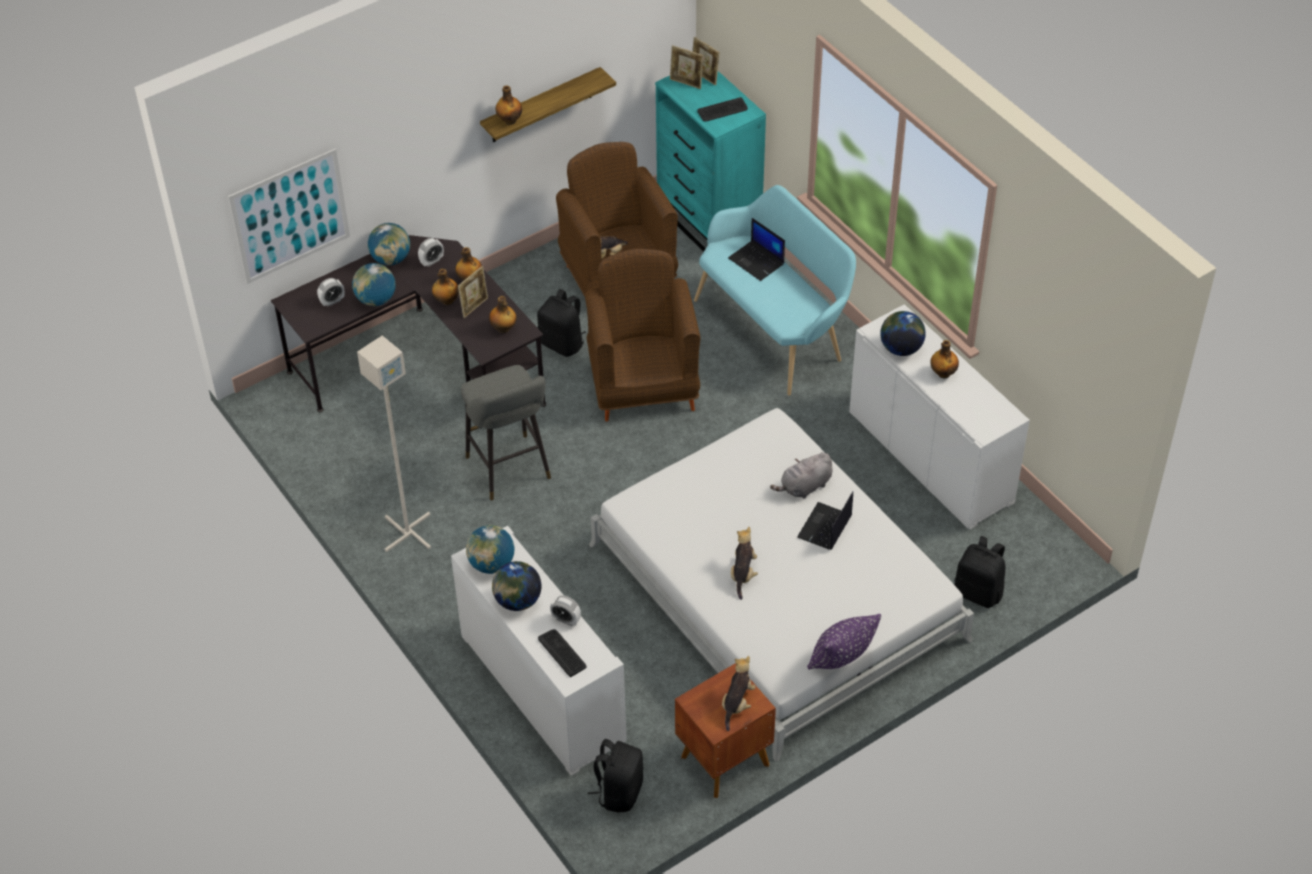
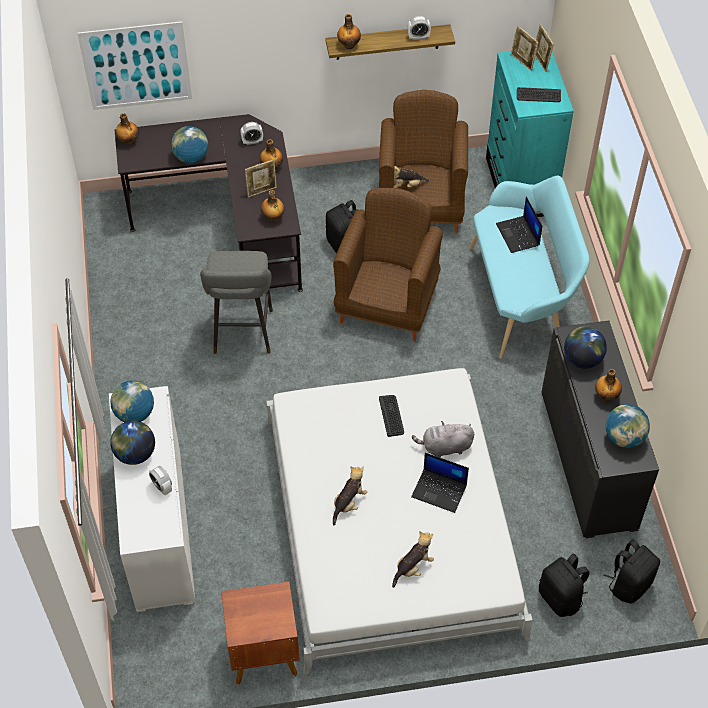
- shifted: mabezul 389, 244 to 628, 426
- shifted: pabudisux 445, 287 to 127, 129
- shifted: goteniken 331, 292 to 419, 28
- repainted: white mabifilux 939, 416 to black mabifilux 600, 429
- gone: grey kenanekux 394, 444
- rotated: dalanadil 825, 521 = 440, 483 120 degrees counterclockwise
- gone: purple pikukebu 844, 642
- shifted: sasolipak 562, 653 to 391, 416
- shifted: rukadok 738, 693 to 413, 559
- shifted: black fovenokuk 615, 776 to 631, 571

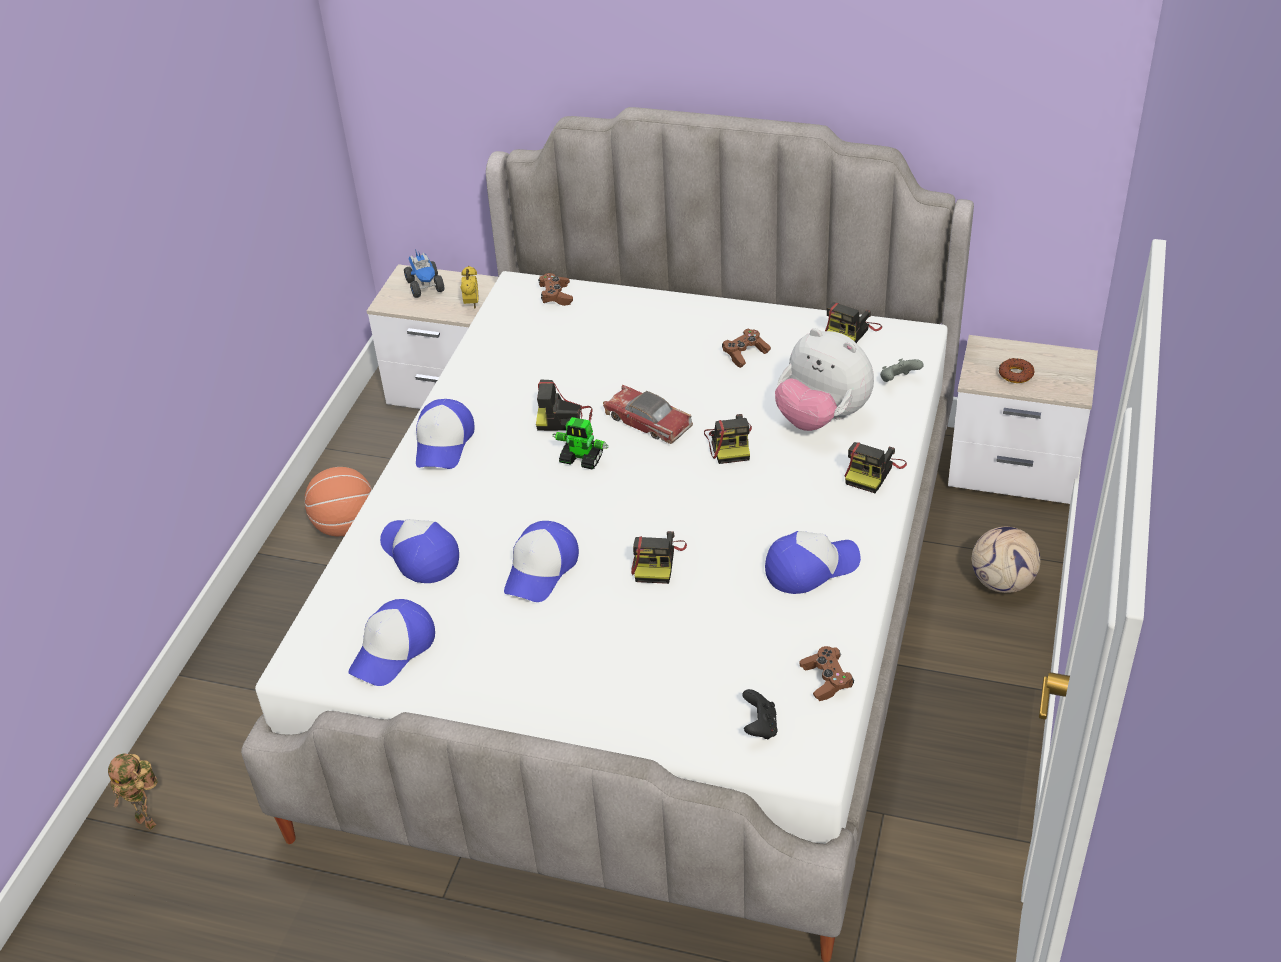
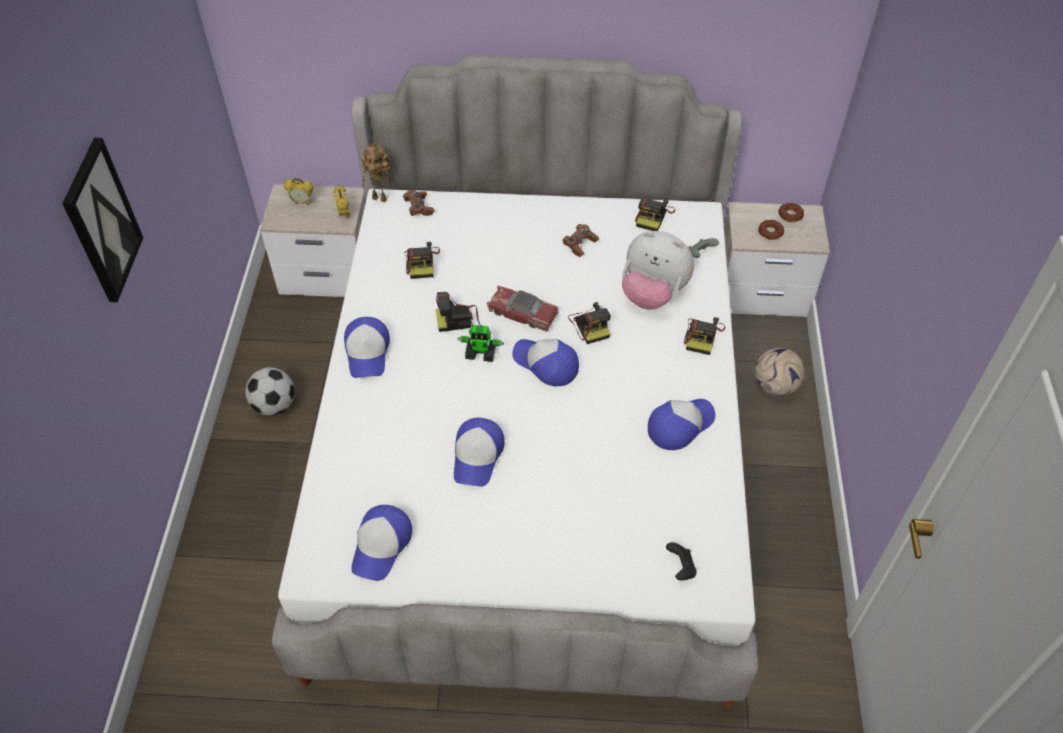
- swapped: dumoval 424, 273 to goteniken 299, 191
- swapped: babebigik 338, 502 to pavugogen 270, 391
- shifted: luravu 419, 551 to 545, 362
- shifted: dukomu 659, 557 to 422, 260
- gone: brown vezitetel 826, 673
- shifted: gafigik 132, 791 to 376, 173
- new: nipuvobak 102, 220
- new: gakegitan 791, 212

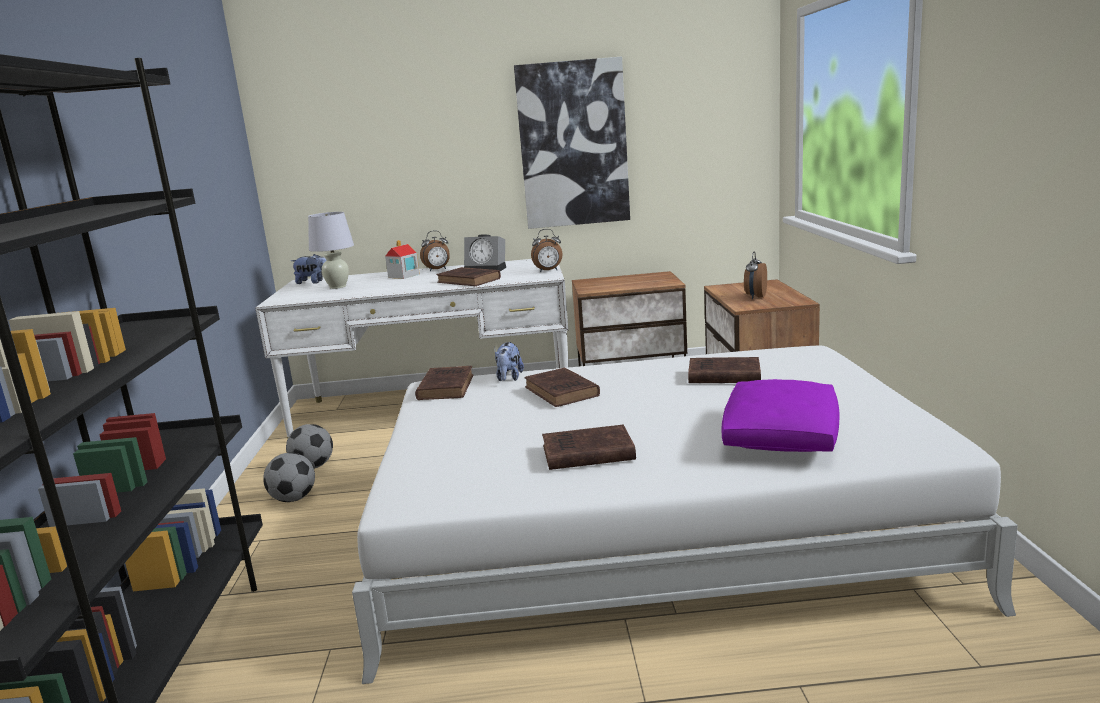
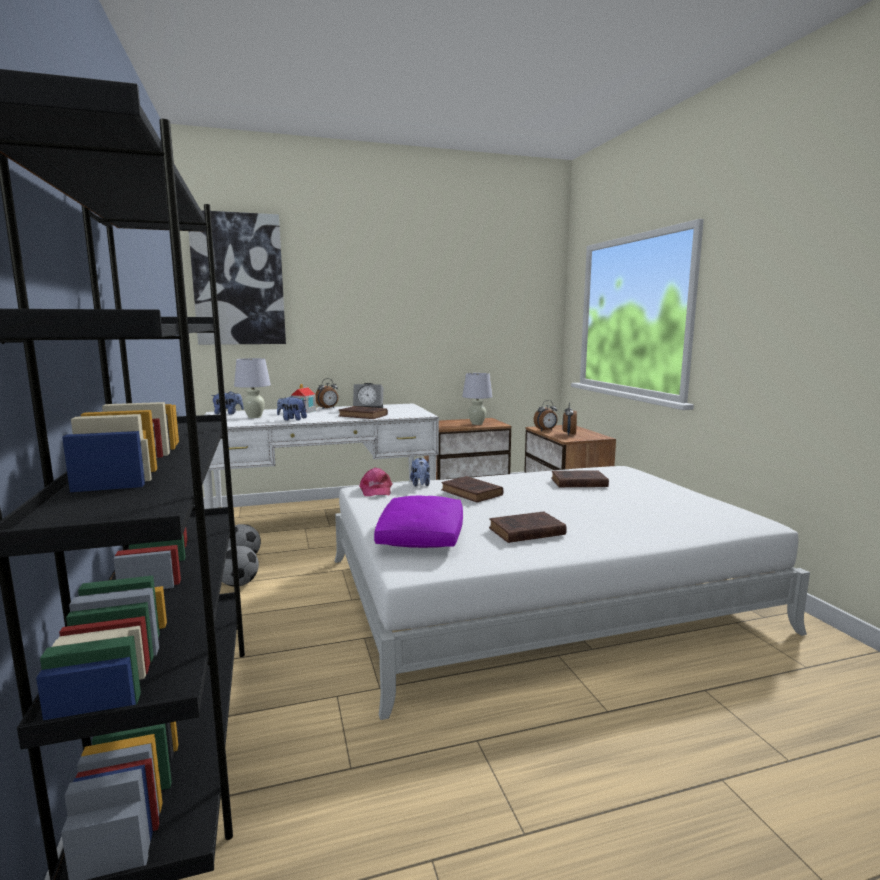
- shifted: nipuvobak 572, 142 to 237, 277
- shifted: goteniken 546, 250 to 545, 415
- swapped: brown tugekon 444, 383 to pink luravu 375, 482
- shifted: purple pikukebu 781, 415 to 418, 522
- new: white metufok 477, 399
- new: rukadok 292, 408

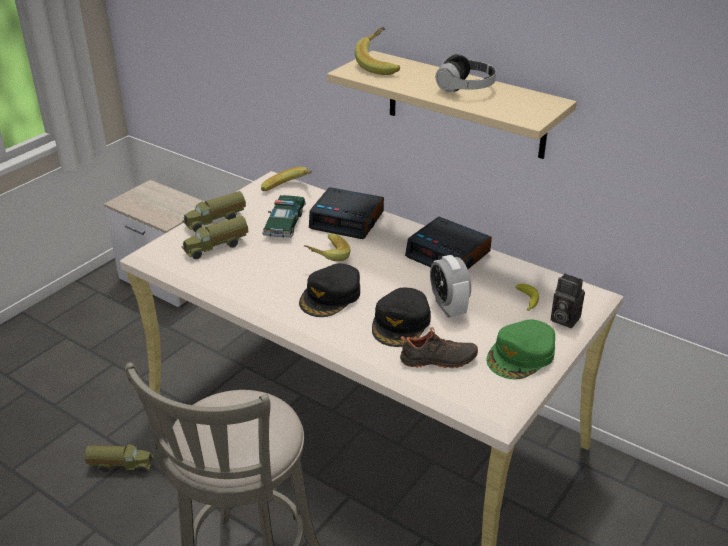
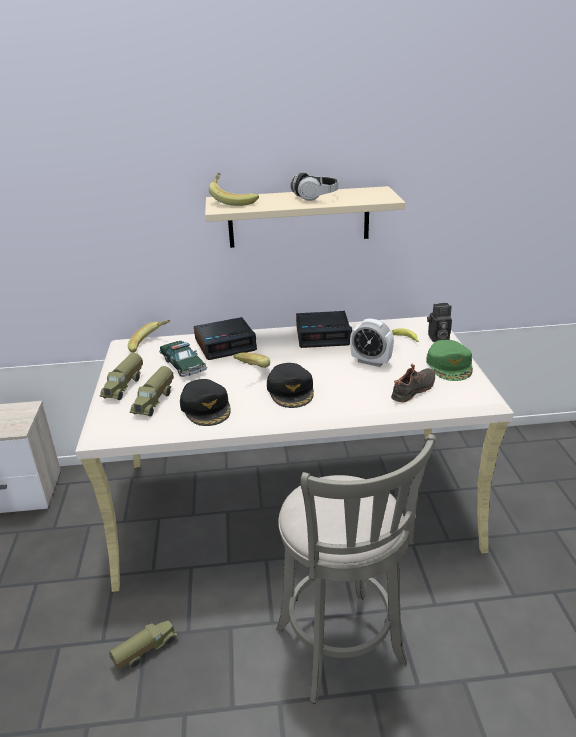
- shifted: black luravu 401, 317 to 205, 402

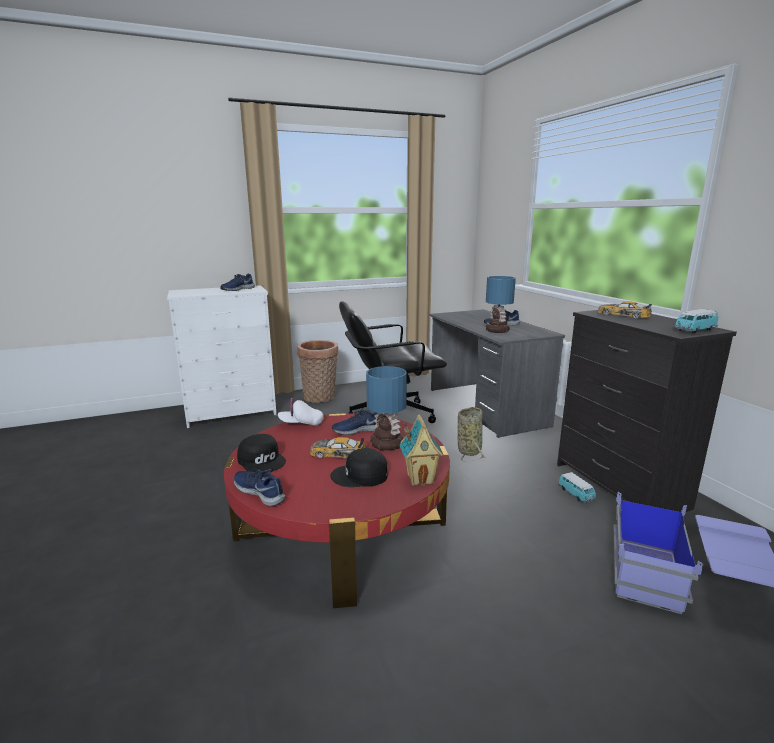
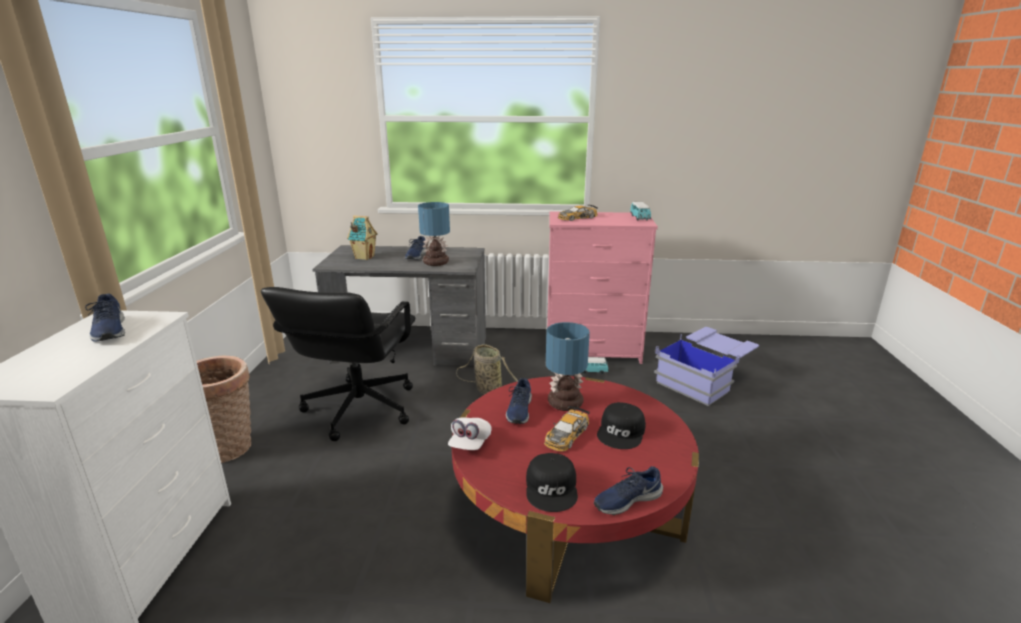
- repainted: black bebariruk 647, 411 to pink bebariruk 602, 288
- shifted: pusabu 422, 450 to 362, 237
- rotated: black luravu 261, 453 = 552, 482 105 degrees clockwise

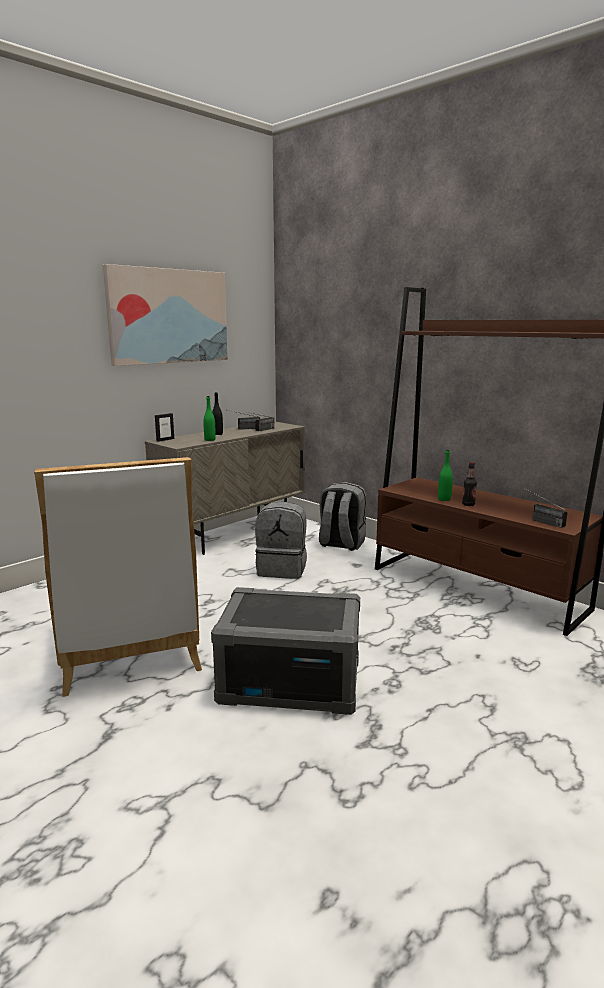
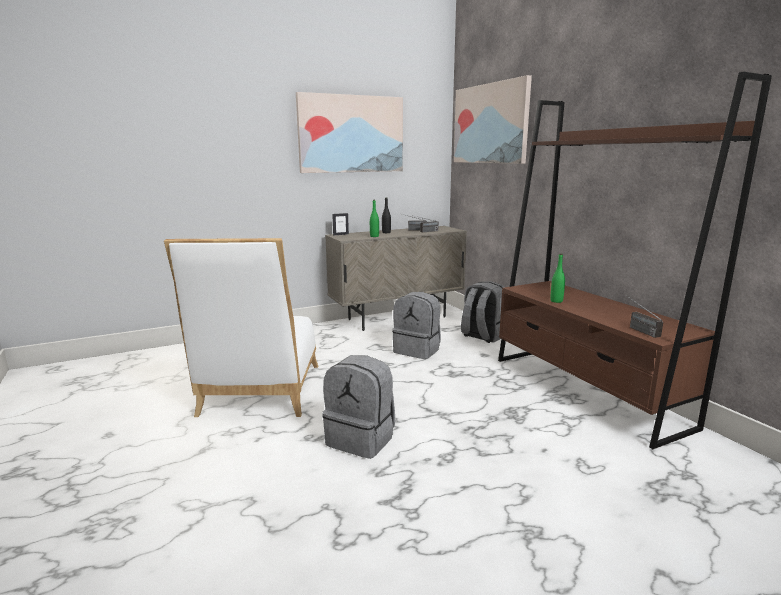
- gone: pabudisux 469, 484
- swapped: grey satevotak 285, 651 to grey fovenokuk 358, 407
- new: nipuvobak 493, 119

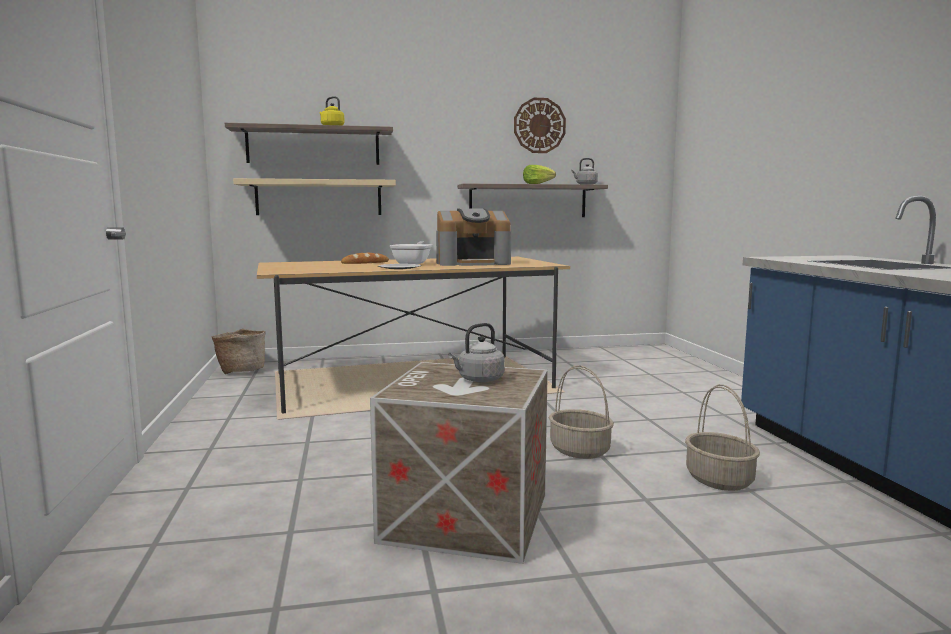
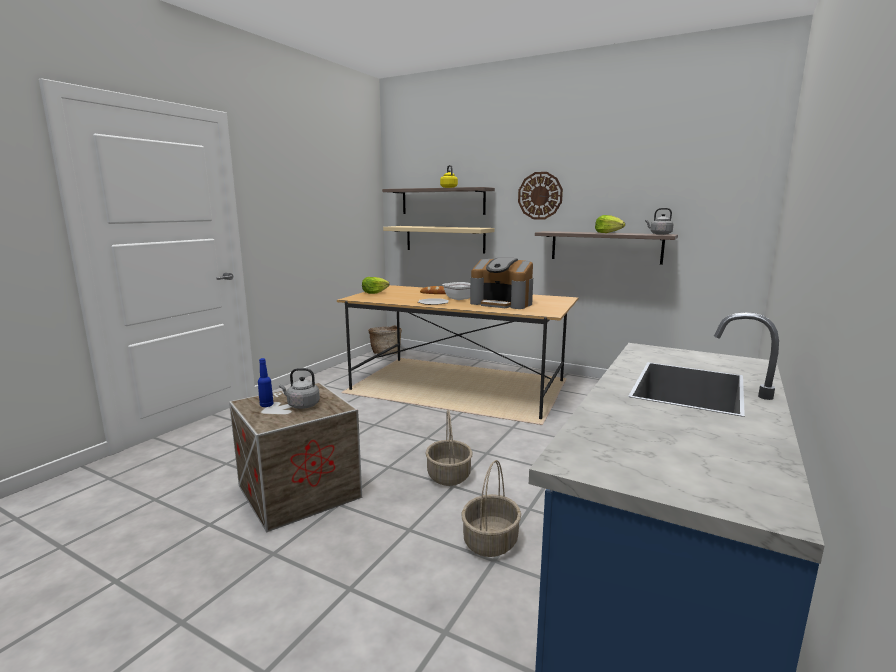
- shifted: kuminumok 540, 125 to 540, 196
- new: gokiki 375, 285
- new: blue pabudisux 265, 382

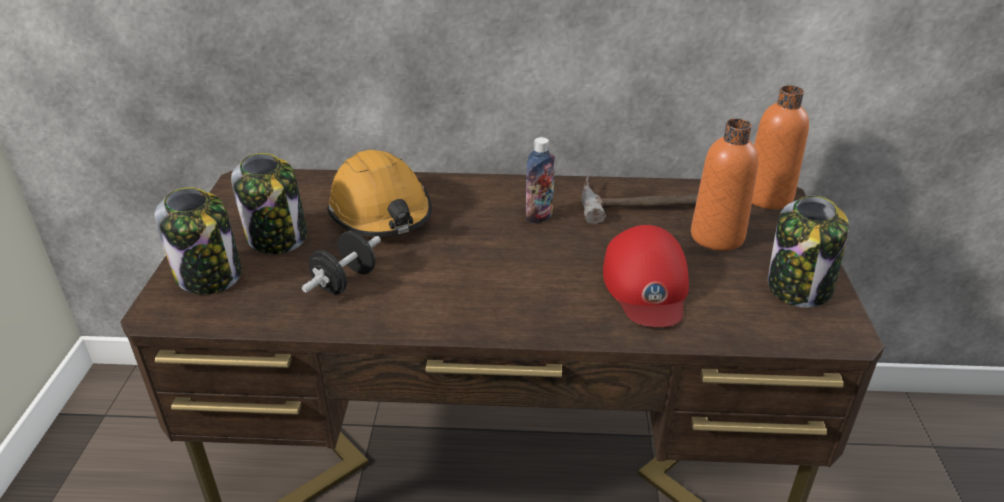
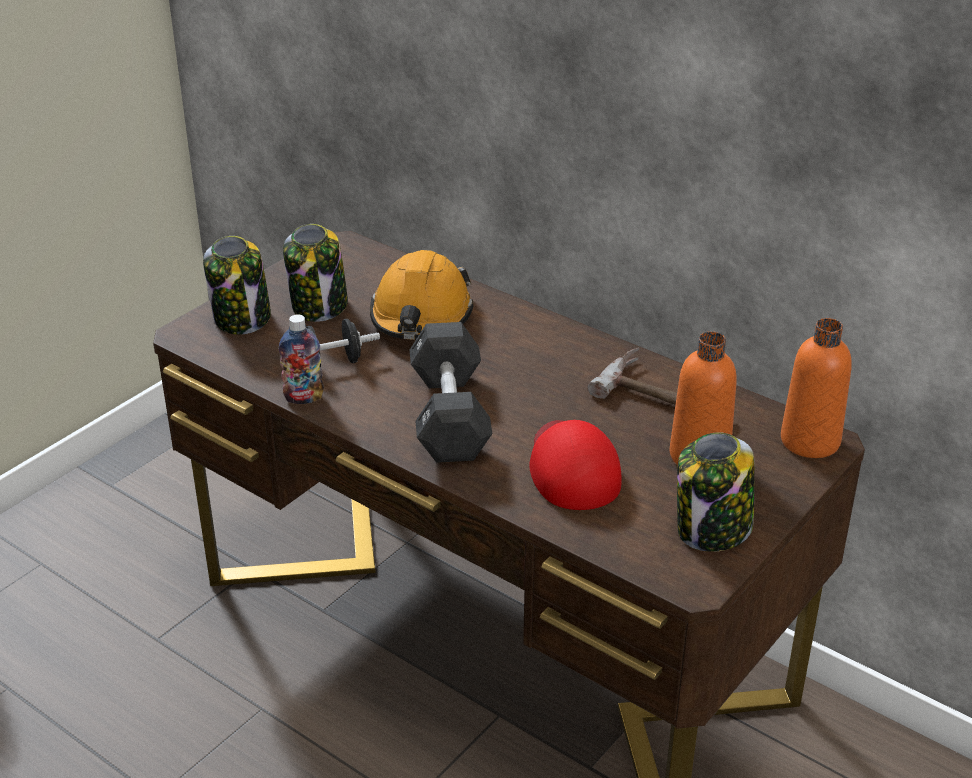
- shifted: pabudisux 540, 180 to 301, 359
- rotated: red luravu 646, 276 = 575, 465 135 degrees clockwise
- new: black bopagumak 451, 392

